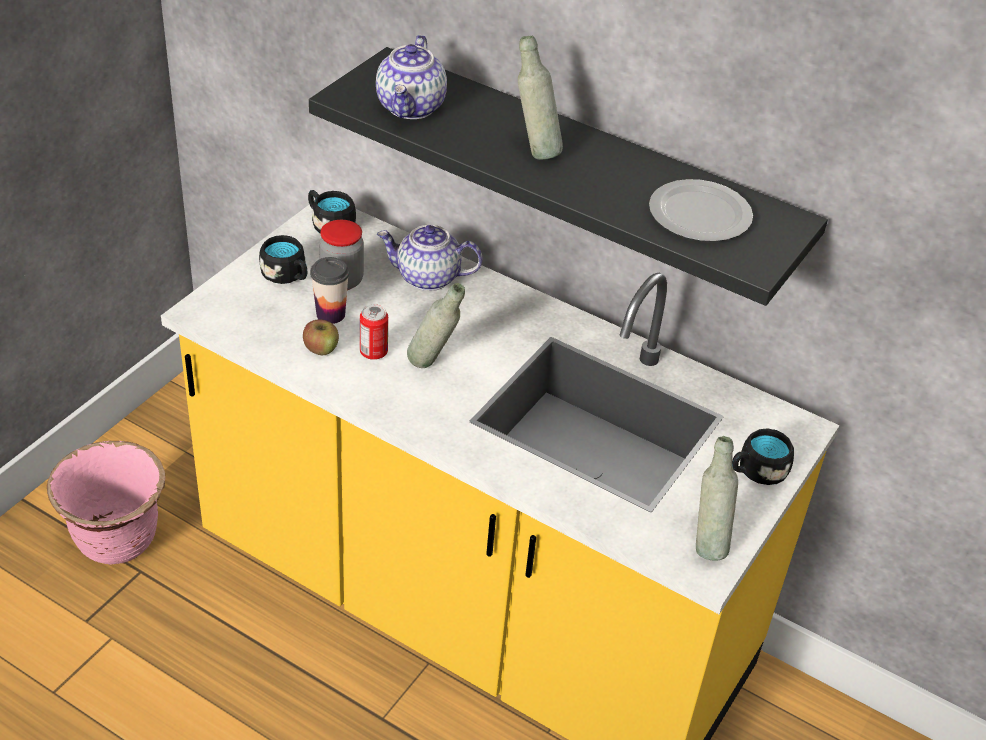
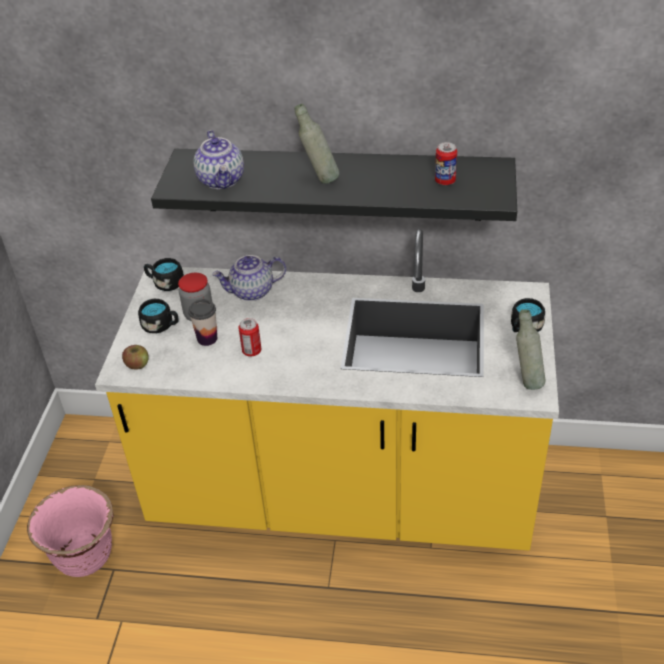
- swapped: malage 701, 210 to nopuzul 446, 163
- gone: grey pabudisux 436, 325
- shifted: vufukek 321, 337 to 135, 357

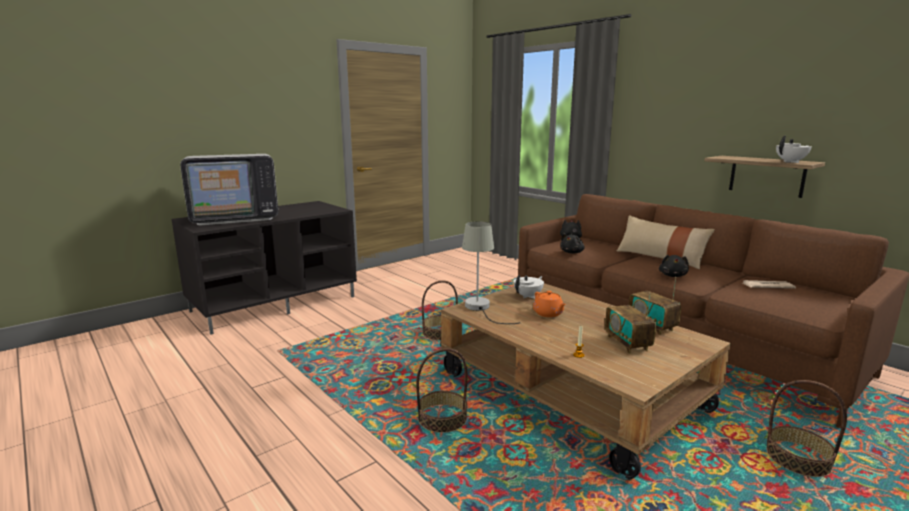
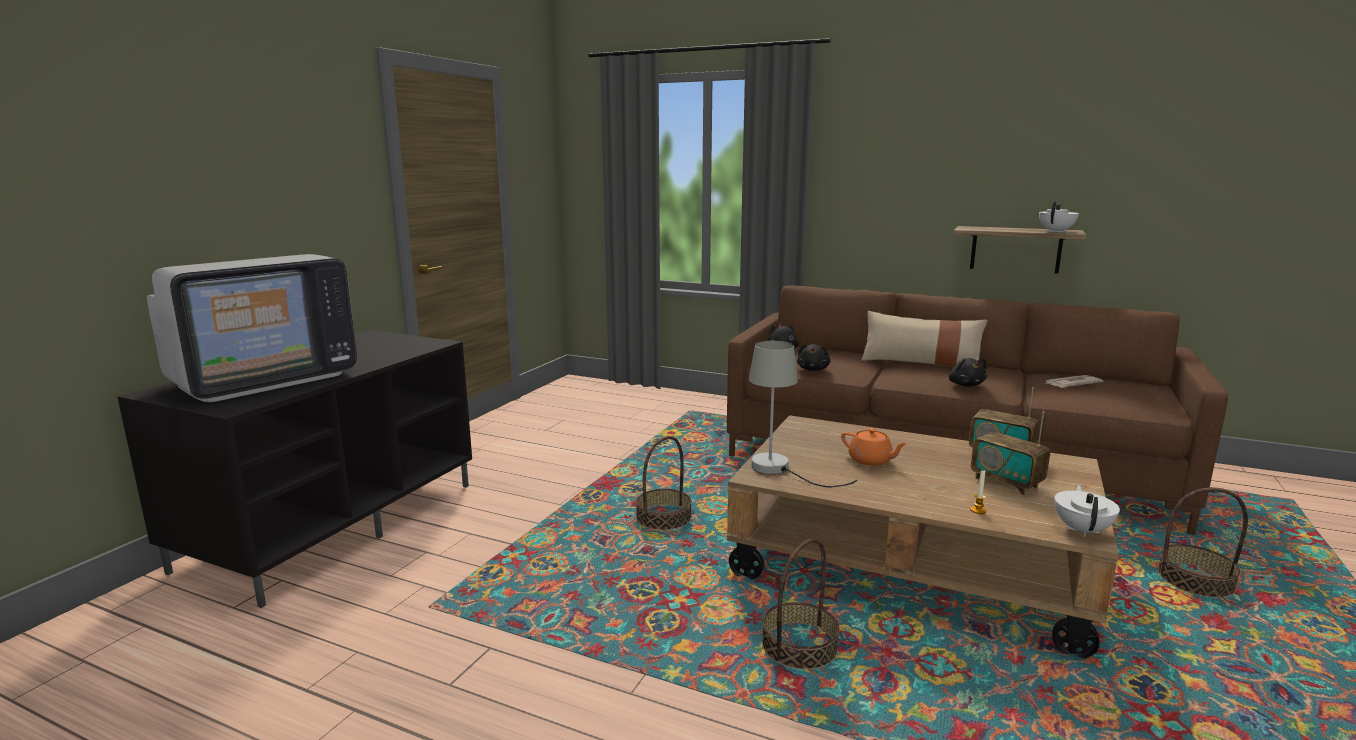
- shifted: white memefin 528, 287 to 1087, 511

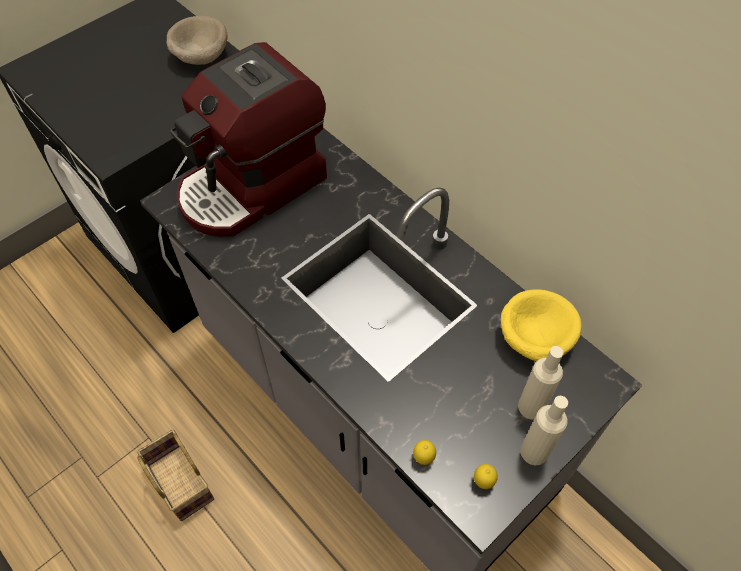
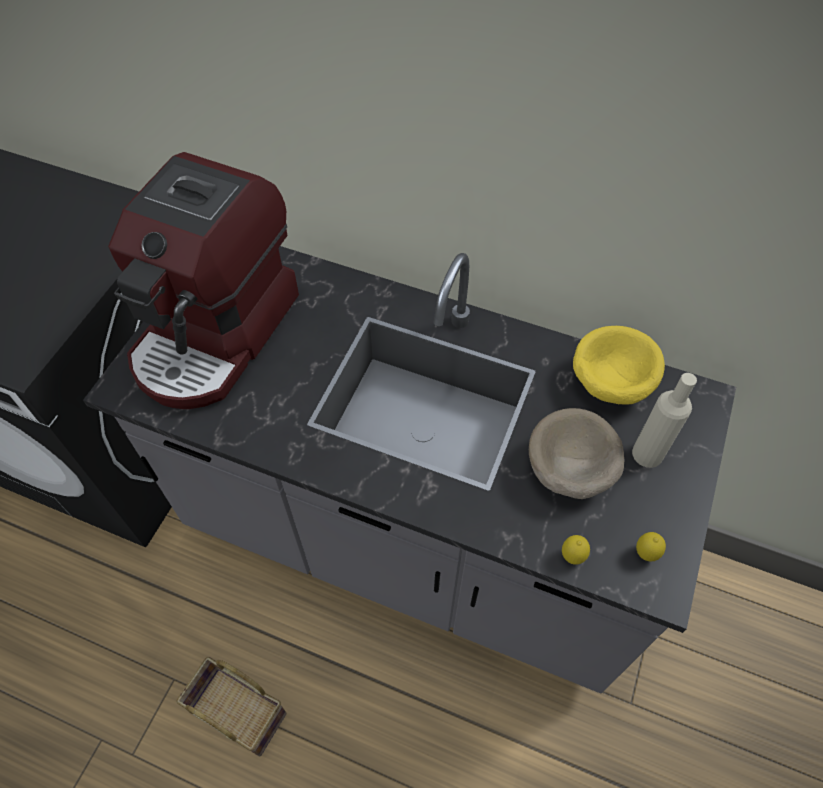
- shifted: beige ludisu 196, 40 to 576, 453
- gone: beige pabudisux 544, 431

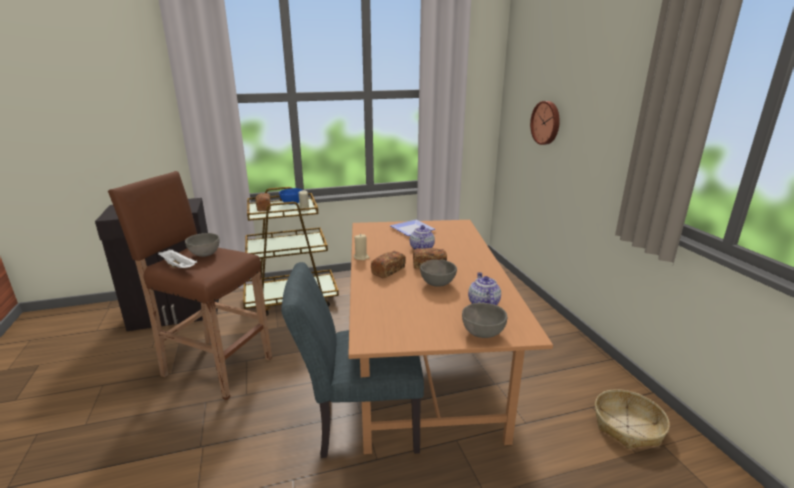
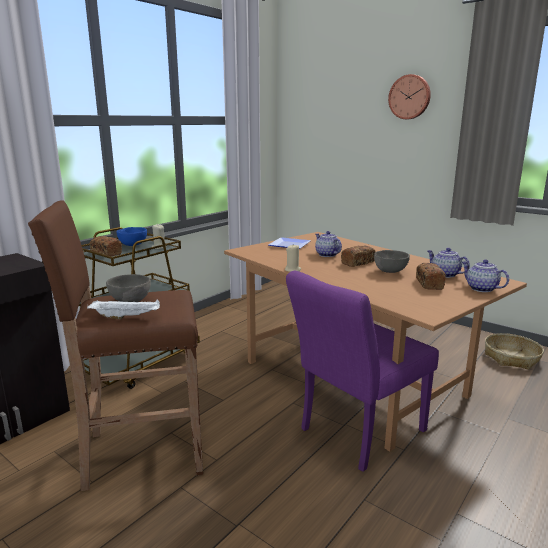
- shifted: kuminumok 545, 123 to 409, 96
- shifted: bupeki 388, 264 to 431, 276
- repainted: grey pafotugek 352, 360 to purple pafotugek 362, 371
- swapped: grey ludisu 484, 320 to memefin 485, 275

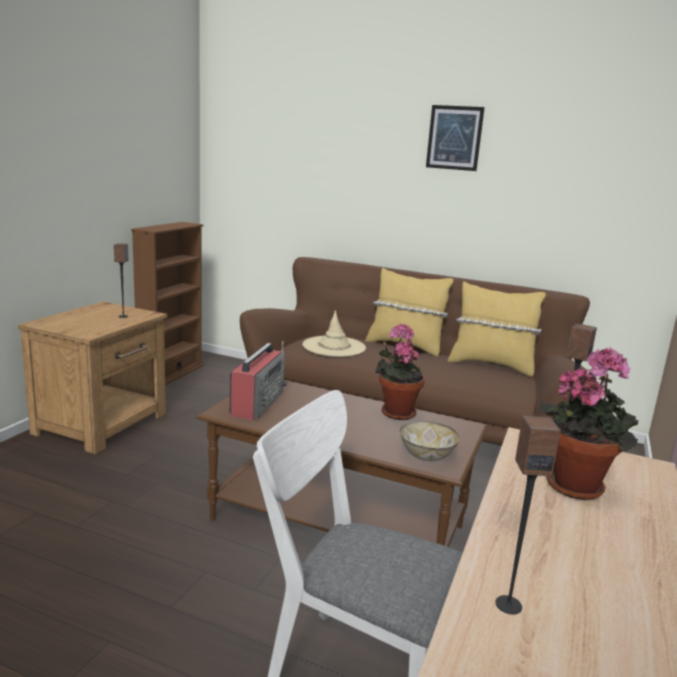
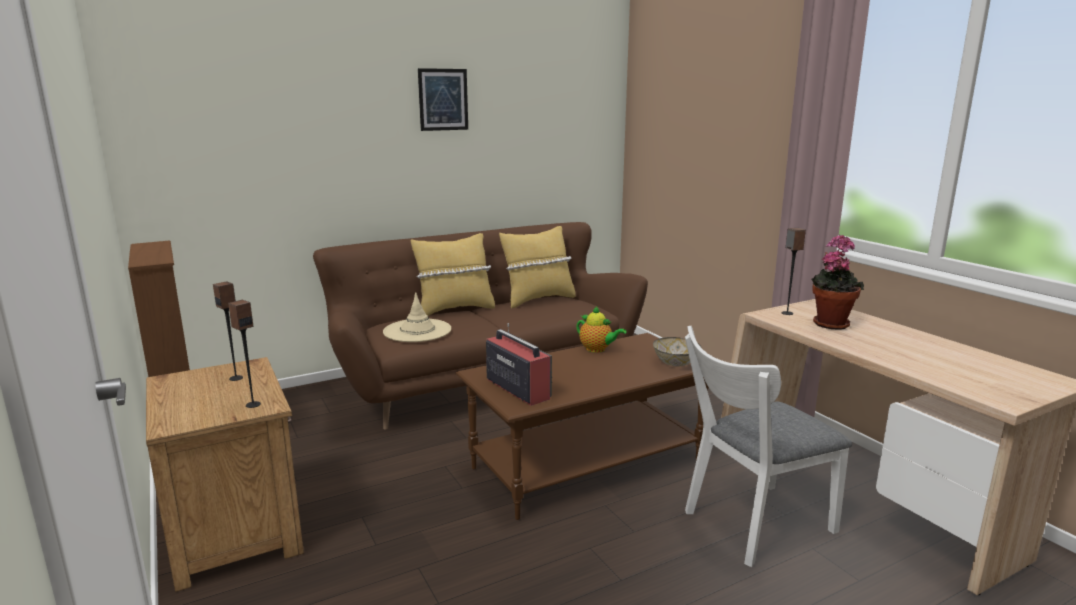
- swapped: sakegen 400, 372 to memefin 601, 330
- shifted: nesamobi 528, 515 to 244, 354

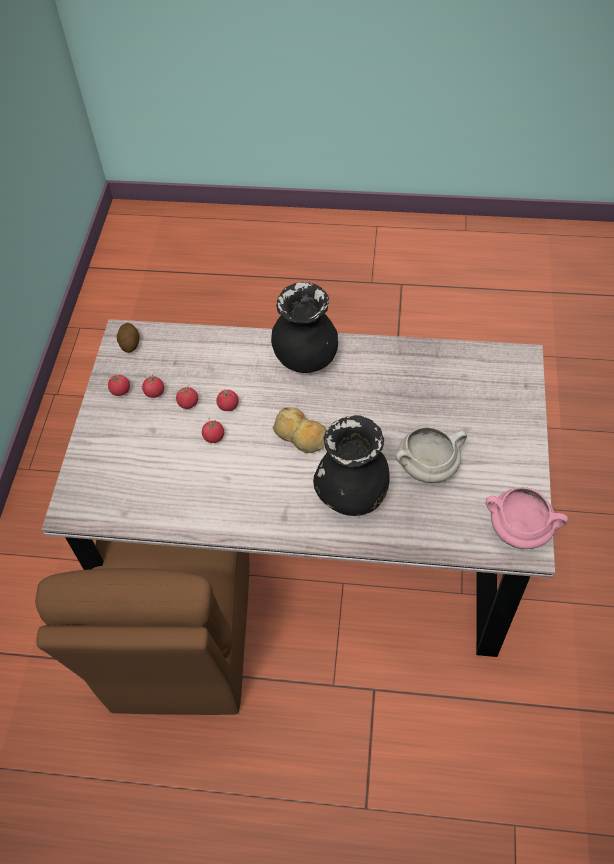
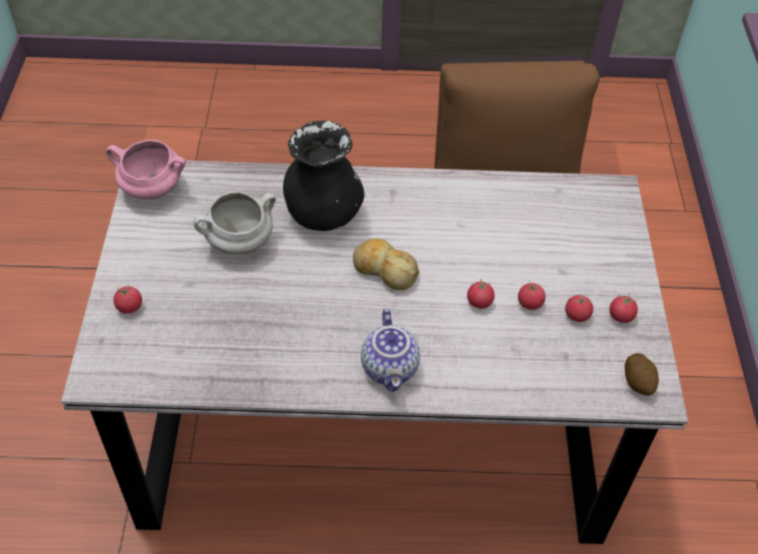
- swapped: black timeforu 304, 327 to memefin 390, 350
- shifted: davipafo 213, 430 to 127, 299

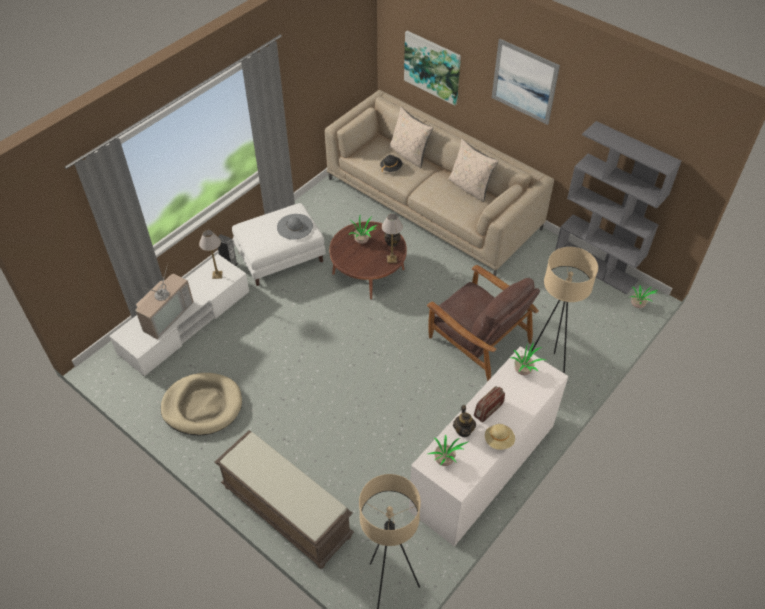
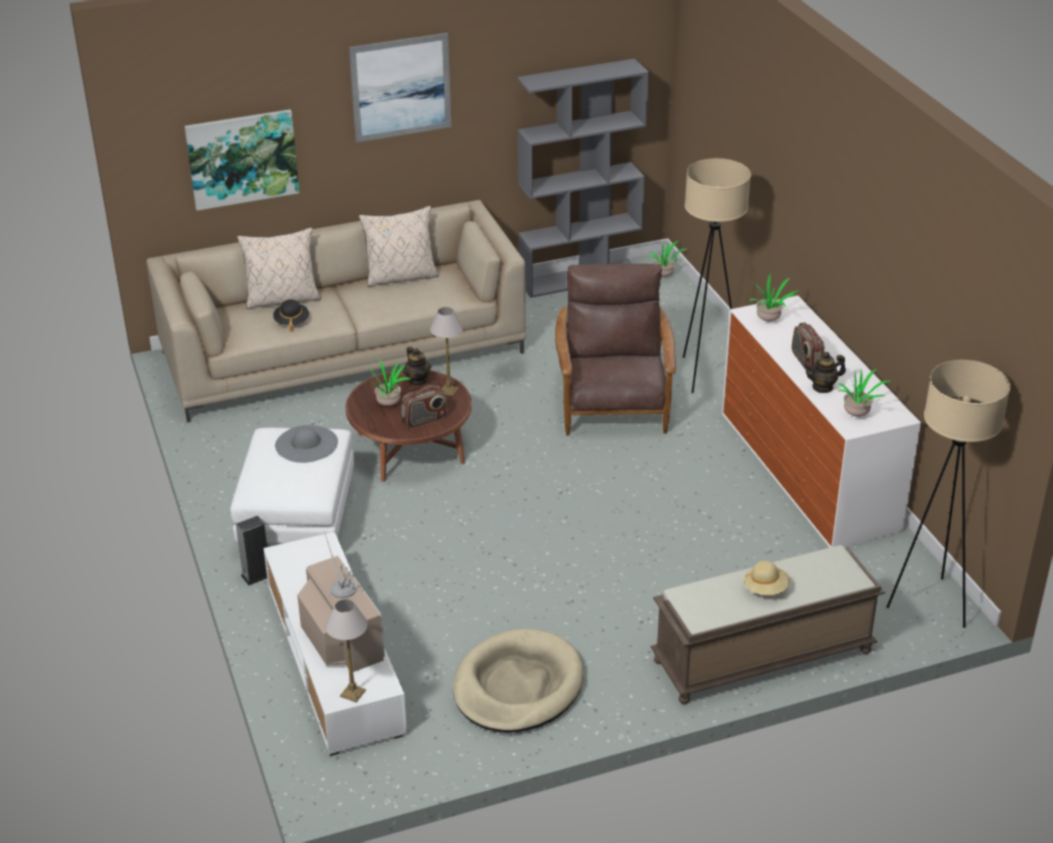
- shifted: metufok 211, 254 to 347, 650
- rotated: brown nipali 483, 323 = 615, 349 75 degrees counterclockwise
- rotated: memefin 464, 421 = 825, 372 135 degrees clockwise
- shifted: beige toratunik 500, 437 to 767, 578
- new: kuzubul 424, 406

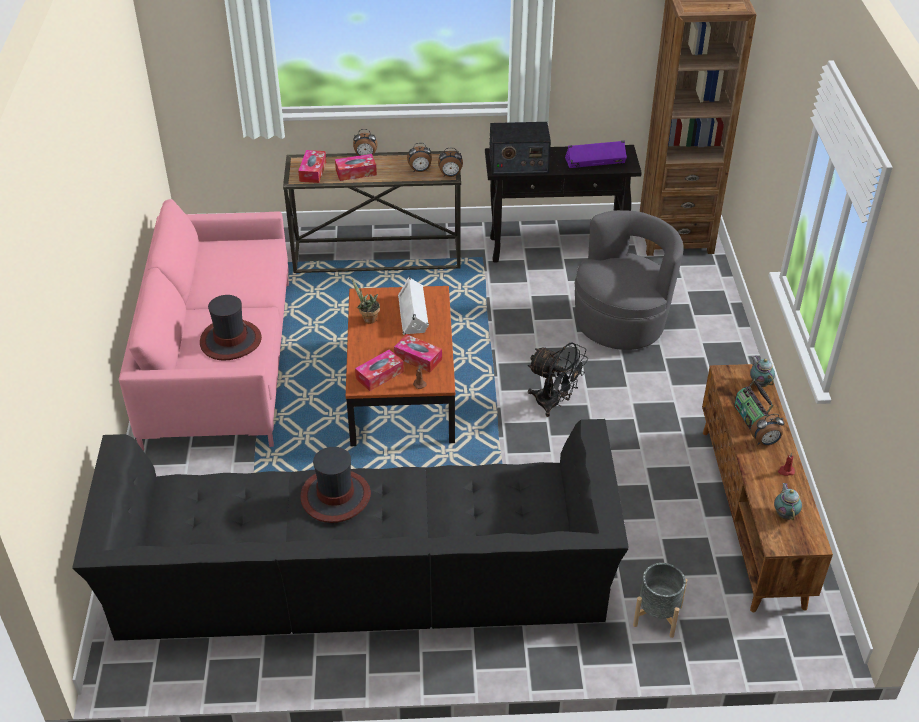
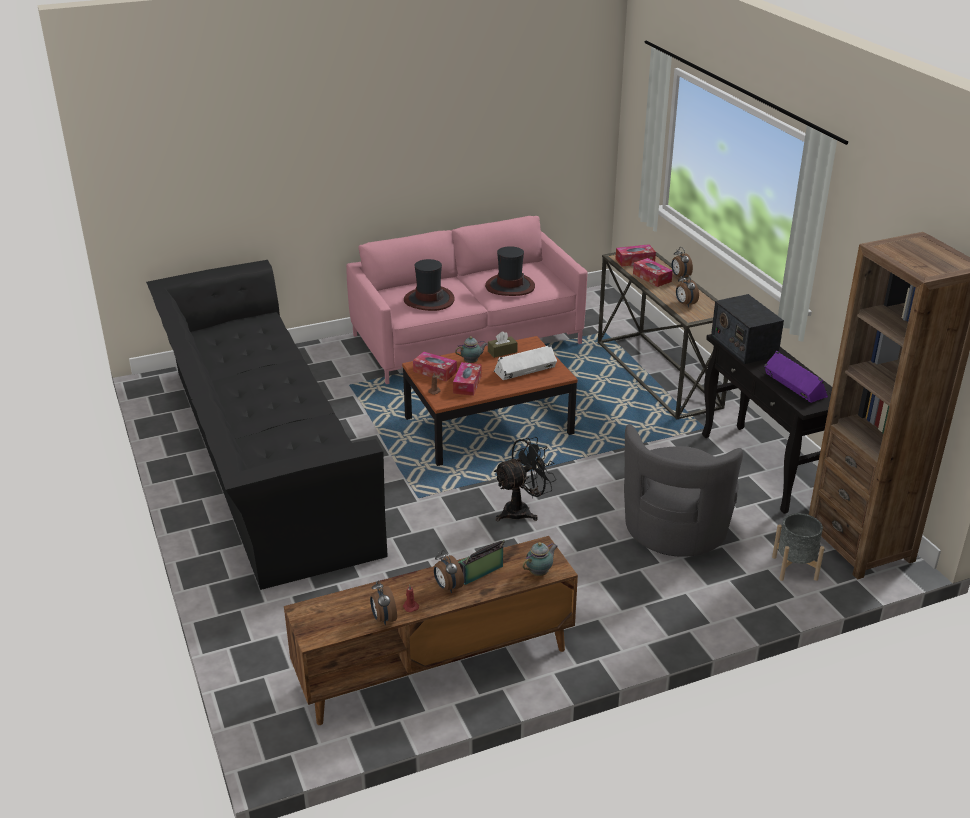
- shifted: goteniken 450, 162 to 383, 602
- rotated: grey nipali 629, 280 = 683, 490 90 degrees clockwise
- swapped: sakegen 366, 301 to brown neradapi 503, 344
- rotated: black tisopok 558, 379 = 525, 479 135 degrees counterclockwise
- shifted: toratunik 335, 485 to 510, 271
- shifted: memefin 788, 501 to 471, 349
- shifted: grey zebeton 660, 600 to 798, 547

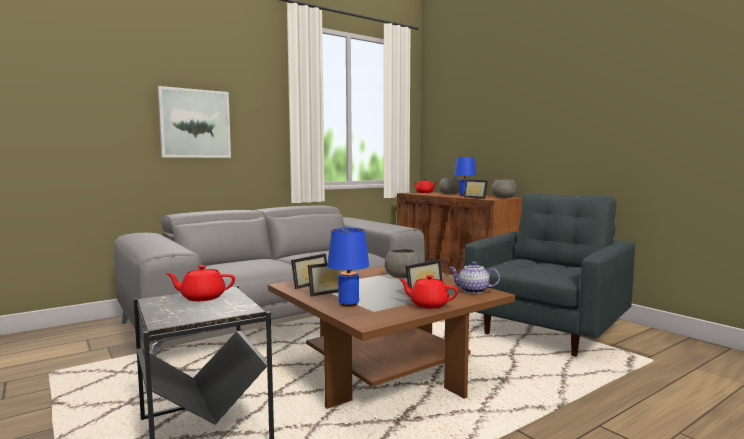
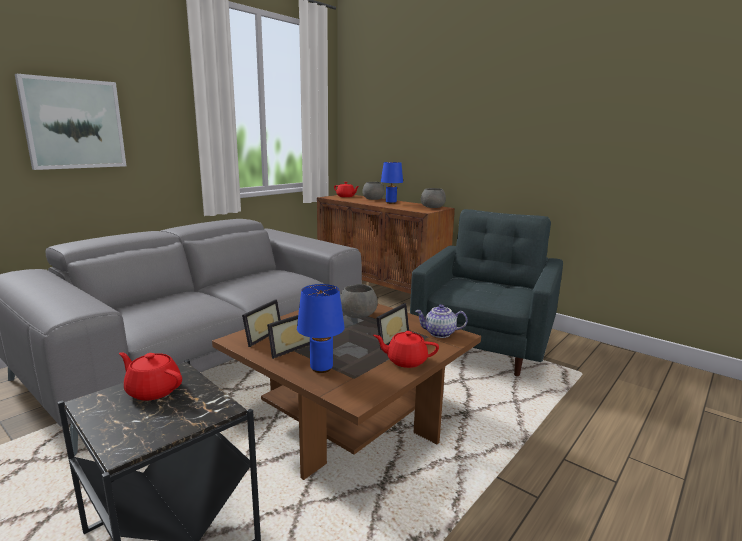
- gone: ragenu 475, 189
- rotated: red memefin 200, 283 = 150, 376 45 degrees clockwise

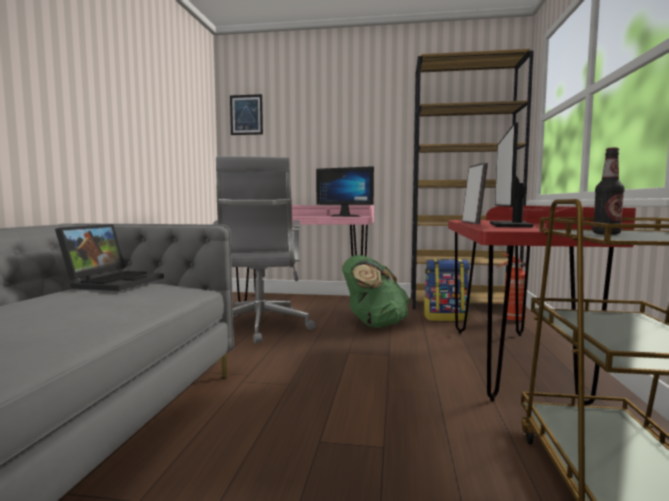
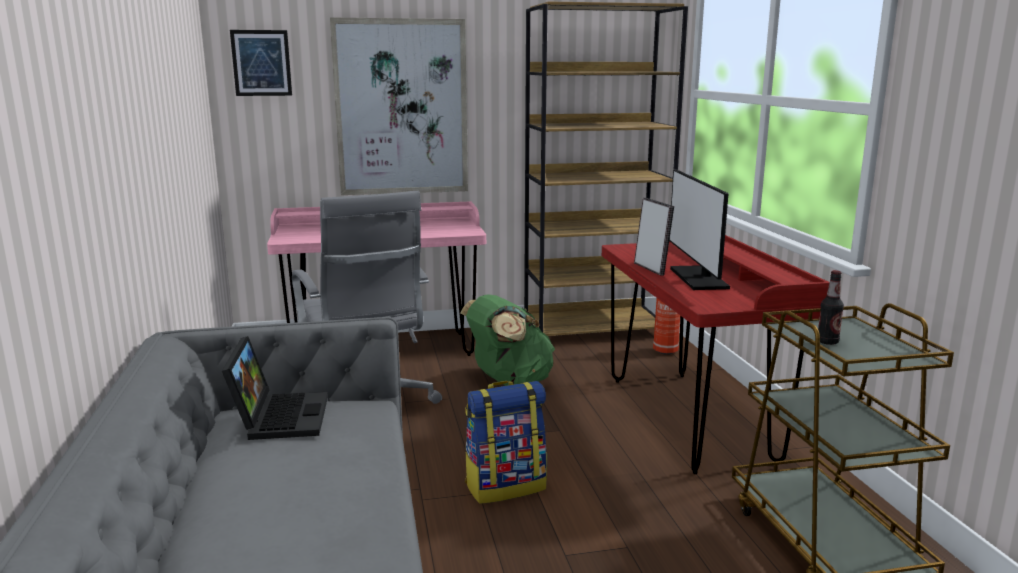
- gone: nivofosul 345, 191
- shifted: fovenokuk 446, 290 to 506, 442
- new: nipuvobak 399, 106

